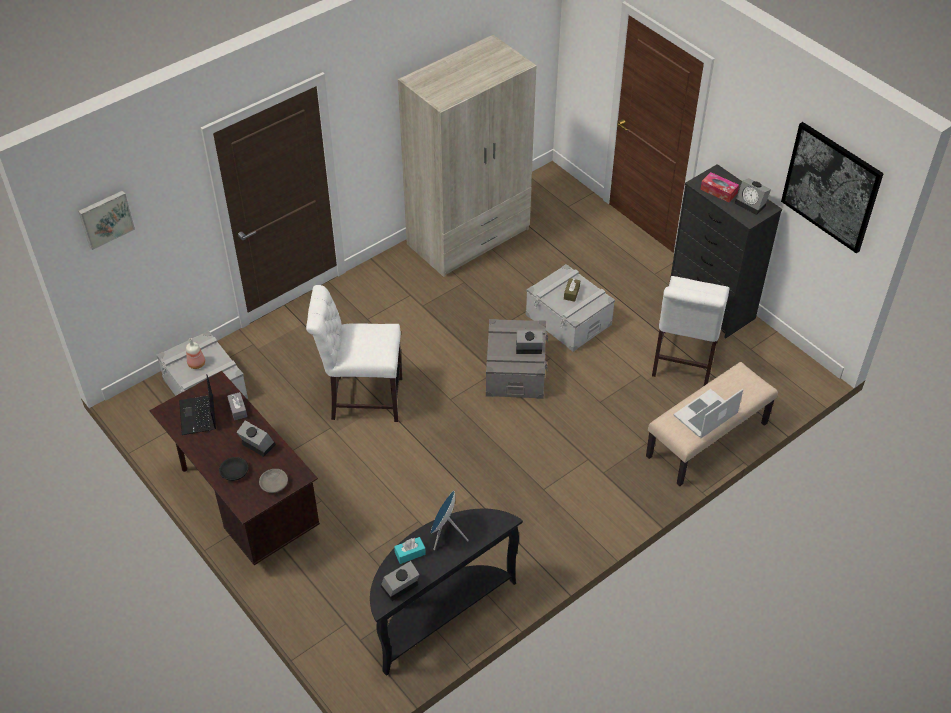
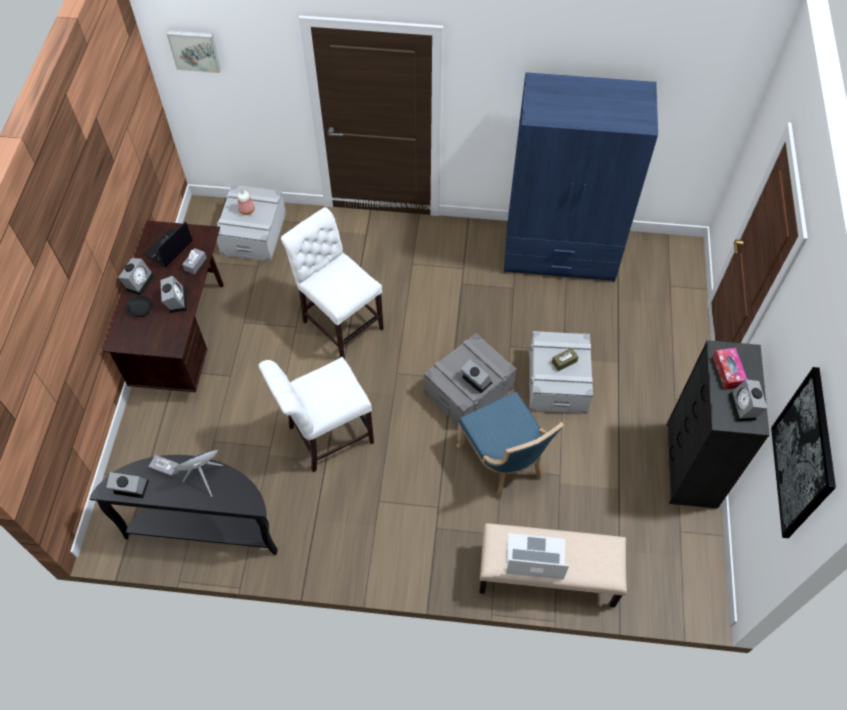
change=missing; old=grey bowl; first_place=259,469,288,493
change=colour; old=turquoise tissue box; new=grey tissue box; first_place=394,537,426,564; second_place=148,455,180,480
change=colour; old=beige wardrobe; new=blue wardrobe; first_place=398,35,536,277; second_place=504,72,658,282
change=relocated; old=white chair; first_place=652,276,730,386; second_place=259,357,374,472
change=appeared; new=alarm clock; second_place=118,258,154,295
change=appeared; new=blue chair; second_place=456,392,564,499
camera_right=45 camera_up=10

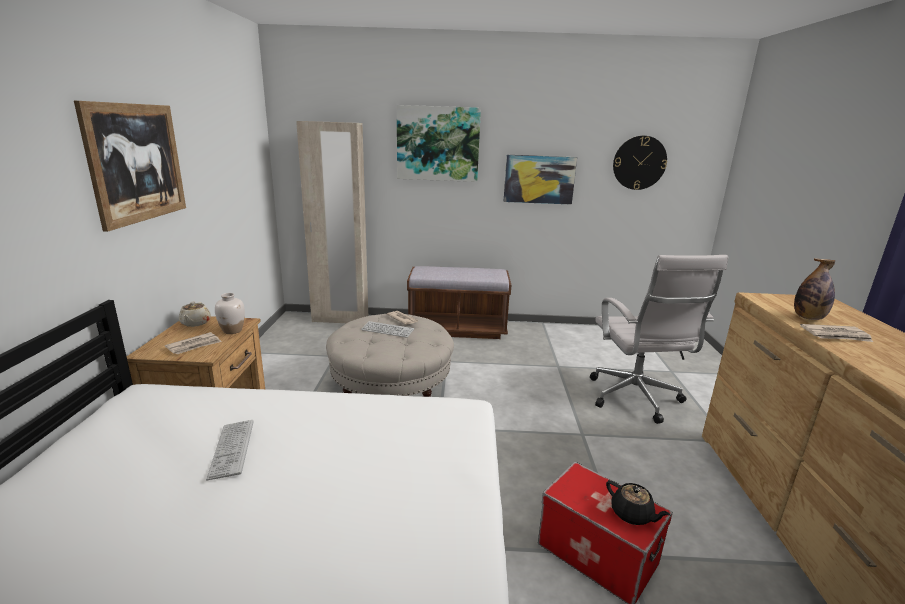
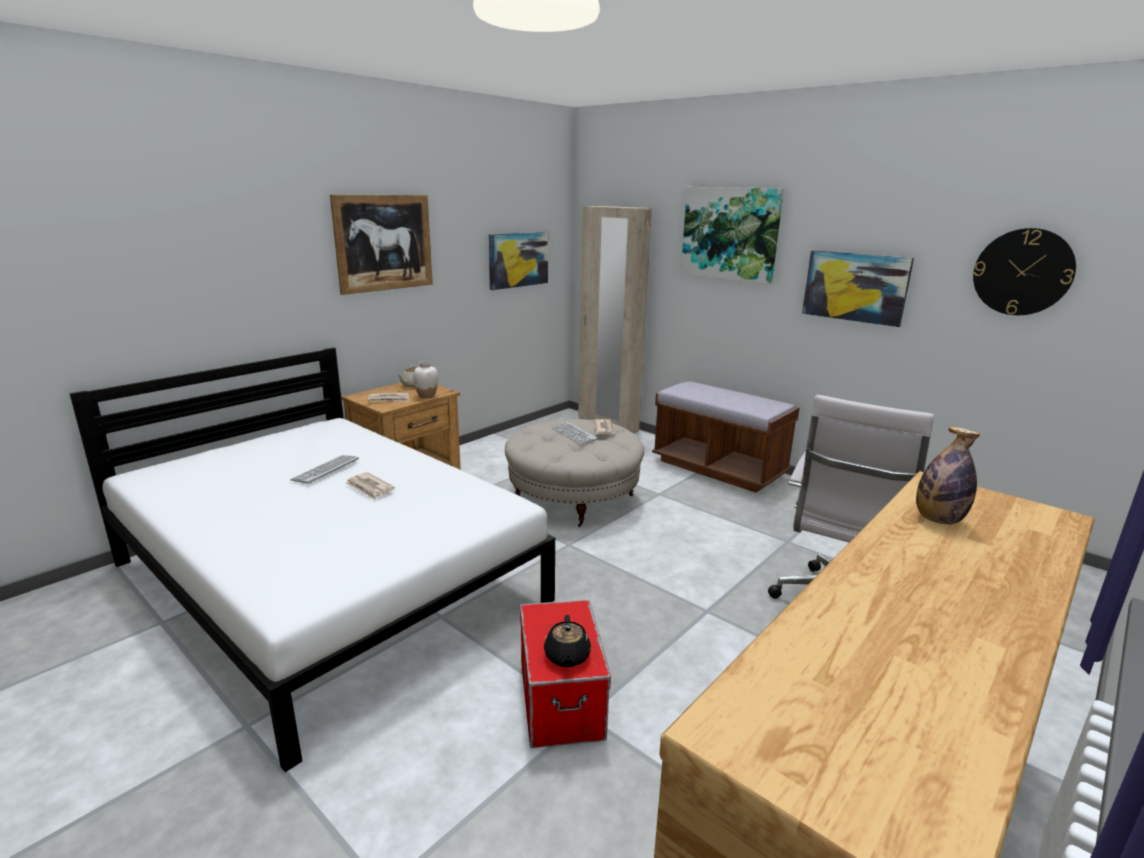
change=relocated; old=newspaper; first_place=800,324,873,342; second_place=345,472,395,499
change=appeared; new=picture; second_place=488,232,548,290
camera_right=40 camera_up=0

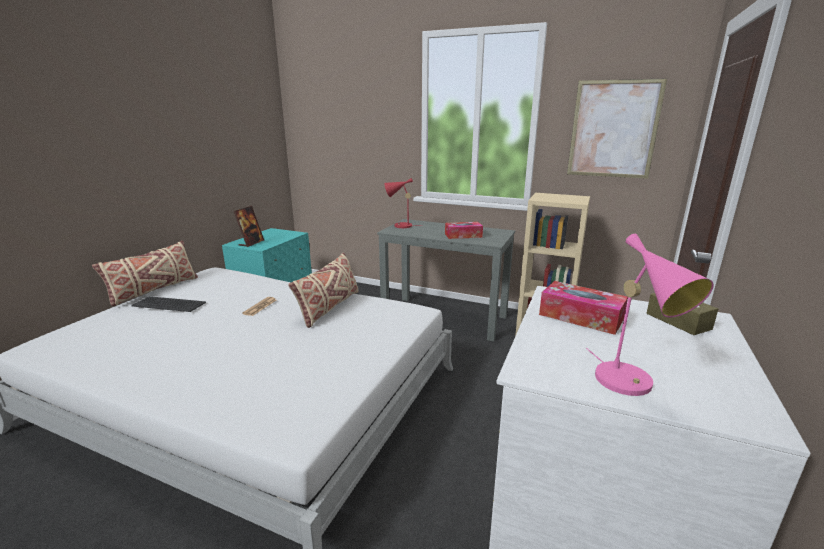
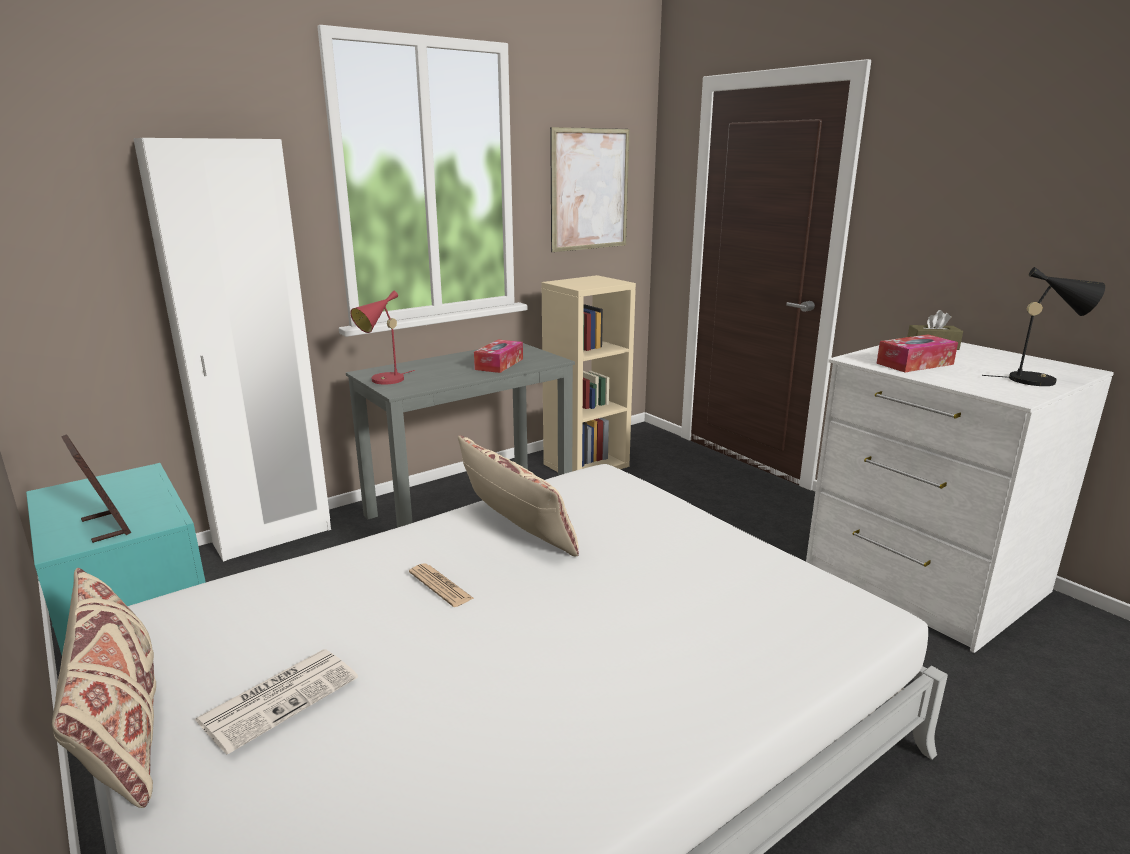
change=exchanged; old=keyboard; new=newspaper; first_place=131,296,206,312; second_place=194,649,358,754
change=colour; old=pink table lamp; new=black table lamp; first_place=586,234,714,396; second_place=982,267,1105,386
change=appeared; new=white wardrobe; second_place=133,138,331,562
camera_right=-60 camera_up=0

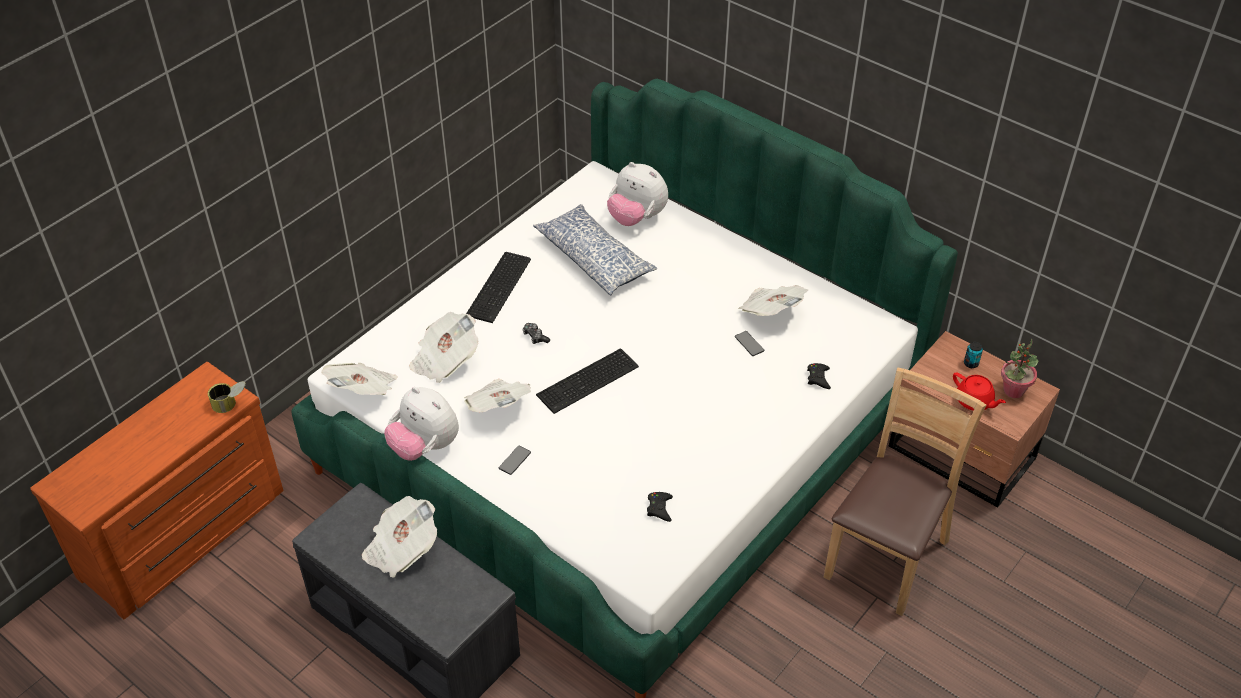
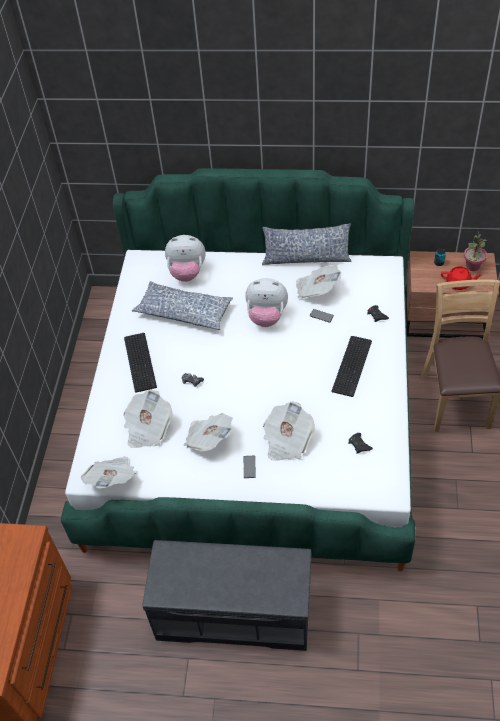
change=missing; old=can; first_place=208,381,246,413
change=relocated; old=newspaper; first_place=362,496,437,578; second_place=263,402,315,461
change=relocated; old=plush toy; first_place=384,387,459,461; second_place=245,278,288,327
change=relocated; old=keyboard; first_place=536,349,639,414; second_place=331,336,372,397
change=appeared; new=pillow; second_place=262,224,352,265
camera_right=-30 camera_up=5

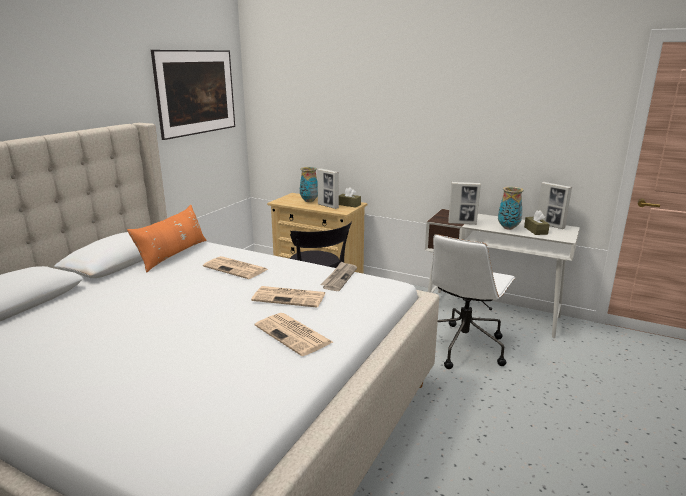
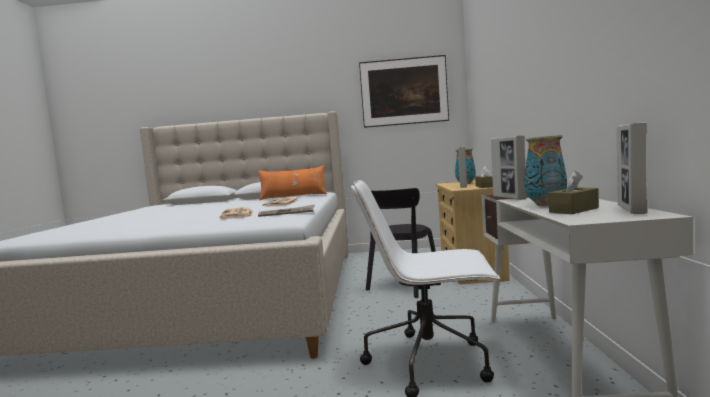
change=missing; old=newspaper; first_place=255,313,333,356
camera_right=65 camera_up=-15

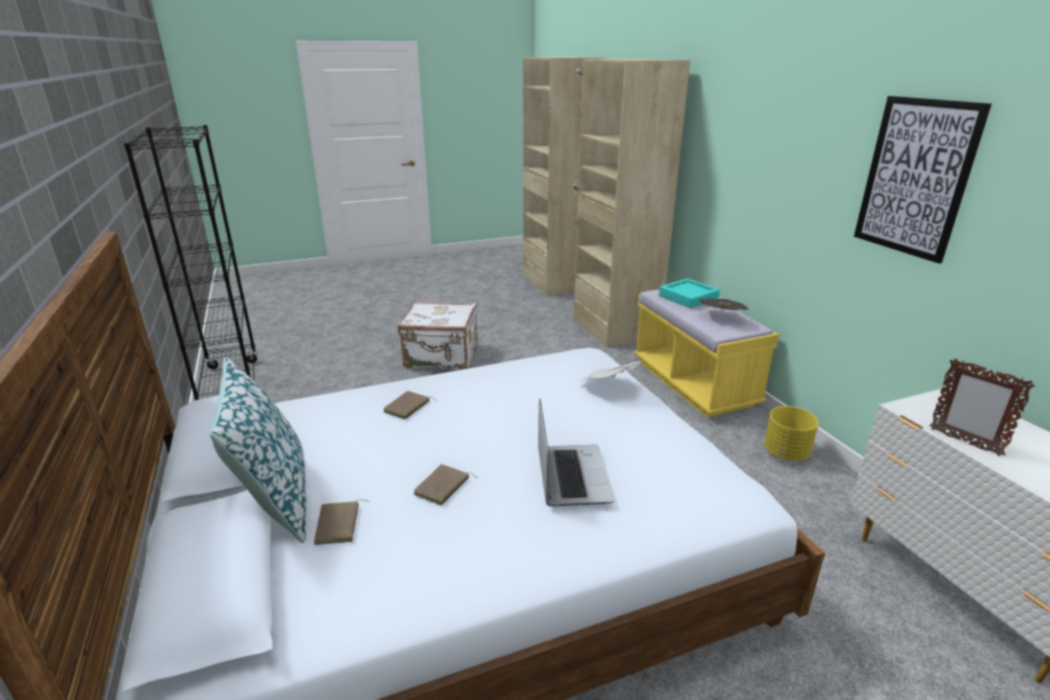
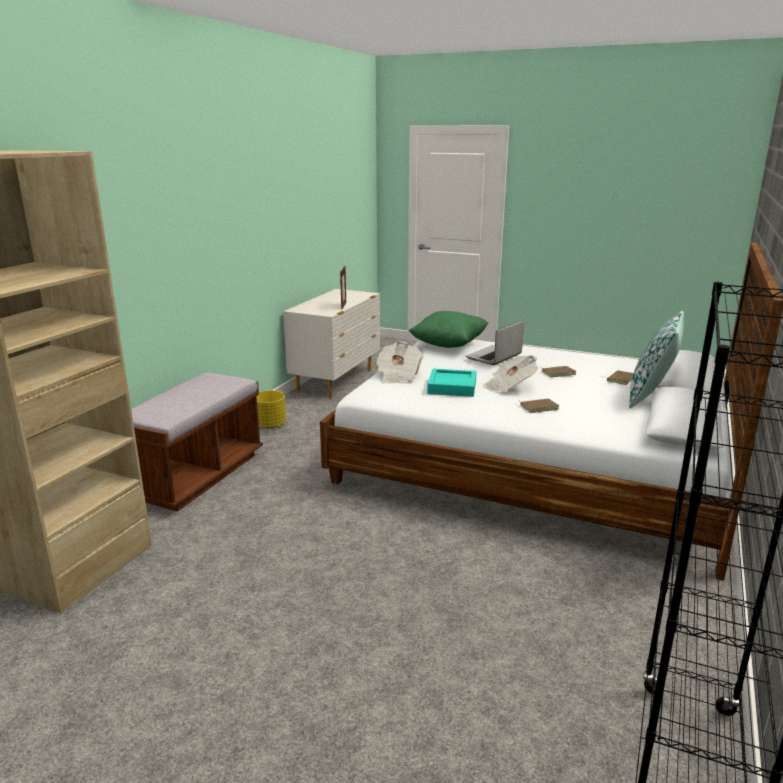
change=missing; old=white suitcase; first_place=398,301,478,369
change=colour; old=yellow bench; new=brown bench; first_place=634,289,779,417; second_place=131,373,263,511
change=relocated; old=turquoise tray; first_place=659,278,720,308; second_place=427,369,477,397
change=relocated; old=newspaper; first_place=699,298,749,310; second_place=483,355,538,392
change=missing; old=picture; first_place=854,96,992,263
change=appeared; new=green pillow; second_place=409,311,488,348
camera_right=-135 camera_up=-5

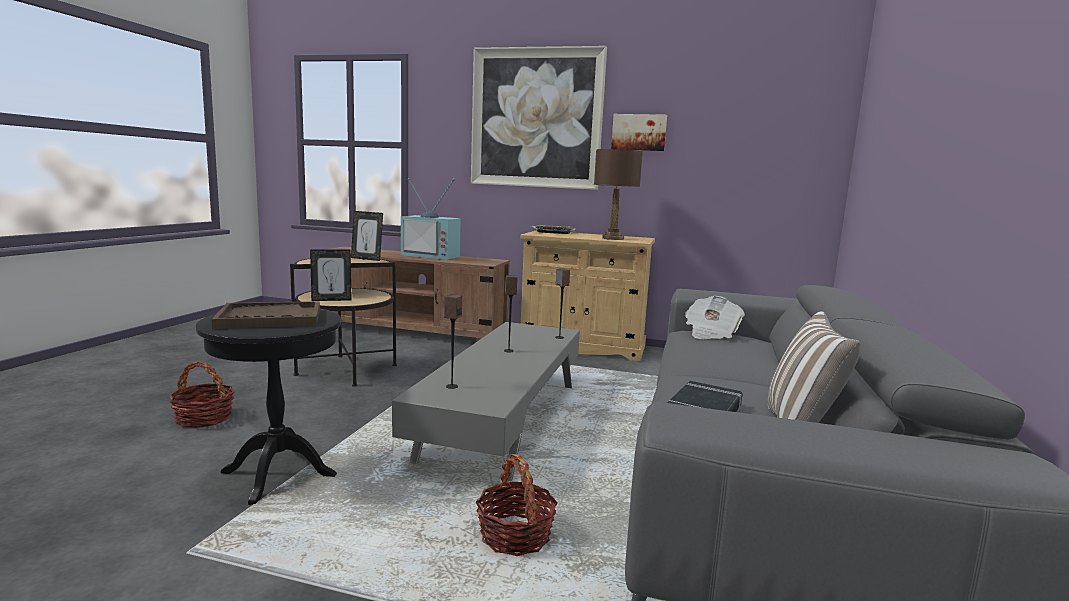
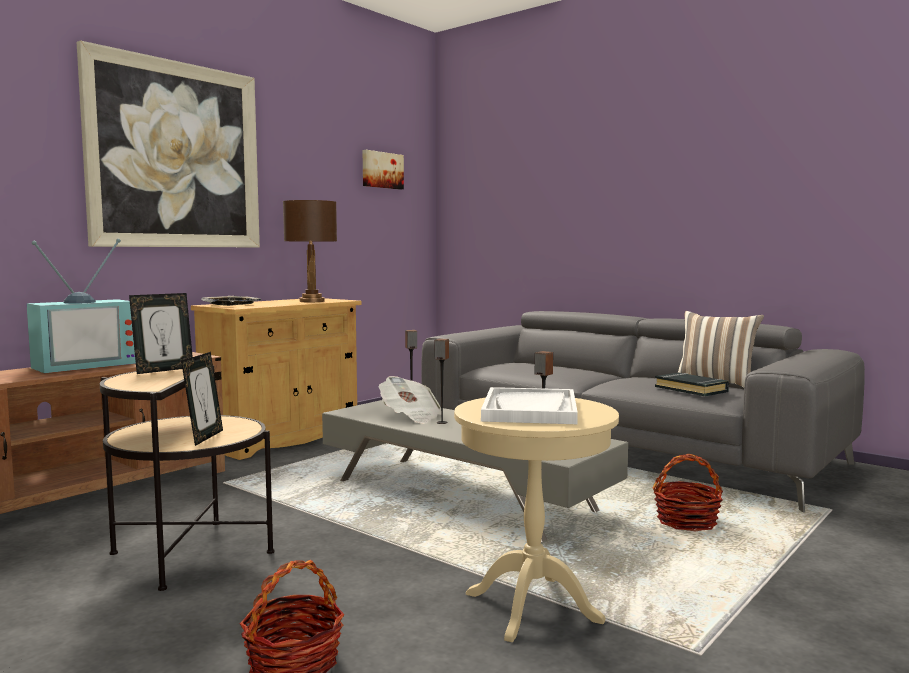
change=colour; old=black side table; new=beige side table; first_place=196,309,341,505; second_place=454,398,619,642
change=colour; old=brown tray; new=white tray; first_place=211,301,320,329; second_place=481,387,578,424
change=relocated; old=picture; first_place=611,114,667,151; second_place=363,150,404,190
change=relocated; old=newspaper; first_place=685,296,745,339; second_place=378,376,441,424
camera_right=-65 camera_up=-5

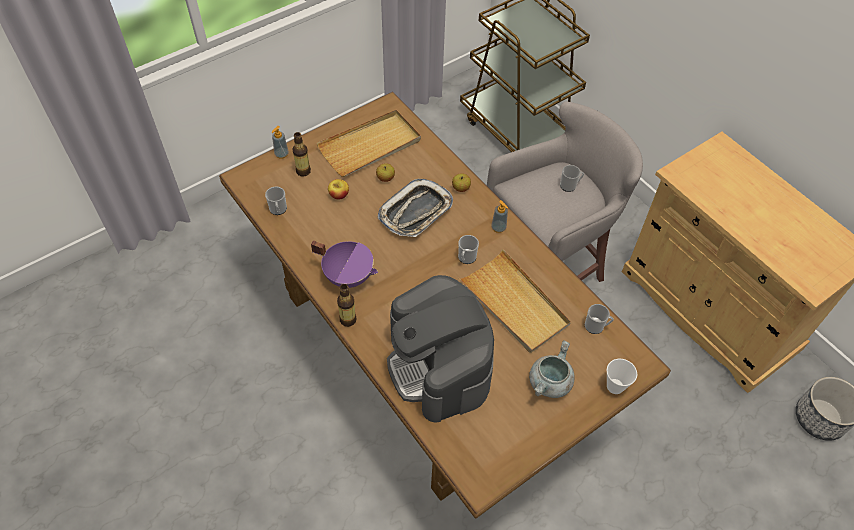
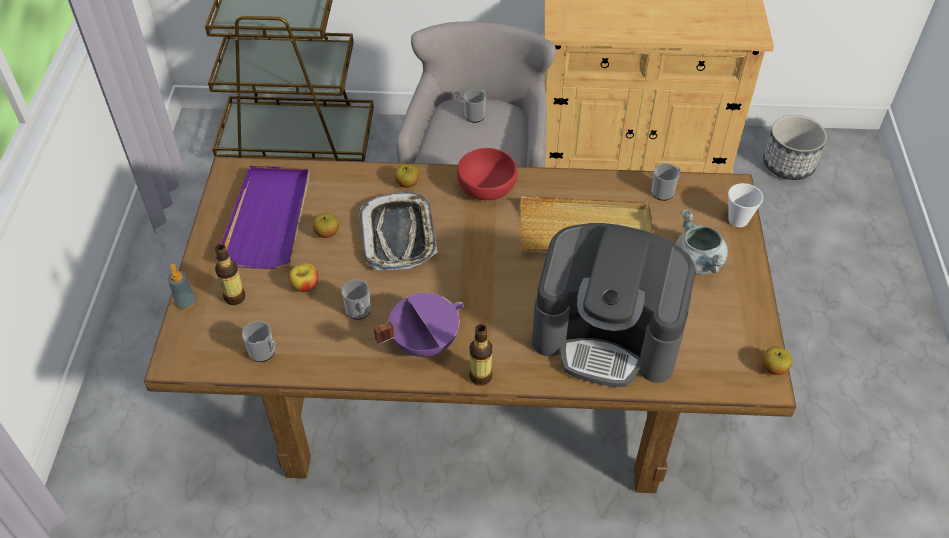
change=colour; old=beige tray; new=purple tray; first_place=317,110,421,177; second_place=215,166,310,269
change=relocated; old=mug; first_place=458,235,479,264; second_place=341,279,371,320
change=exchanged; old=soap dispenser; new=red bowl; first_place=491,200,508,233; second_place=457,148,518,200
change=appeared; new=apple; second_place=762,347,792,375
camera_right=-50 camera_up=-5

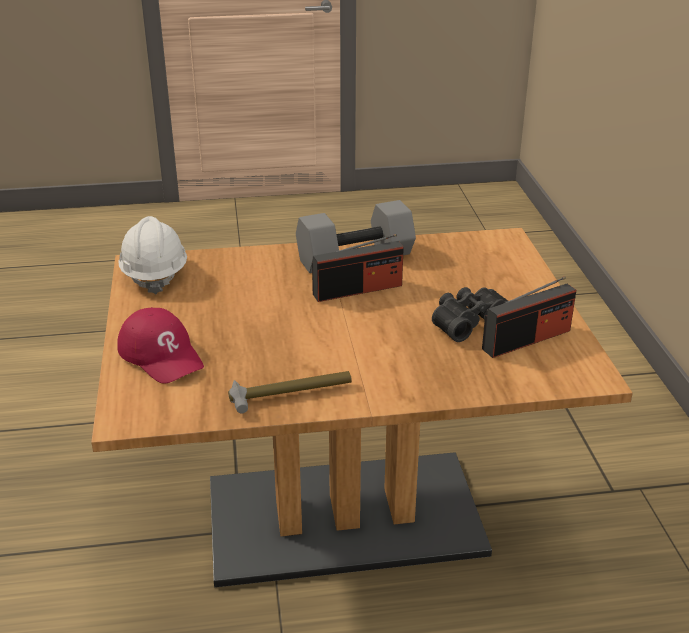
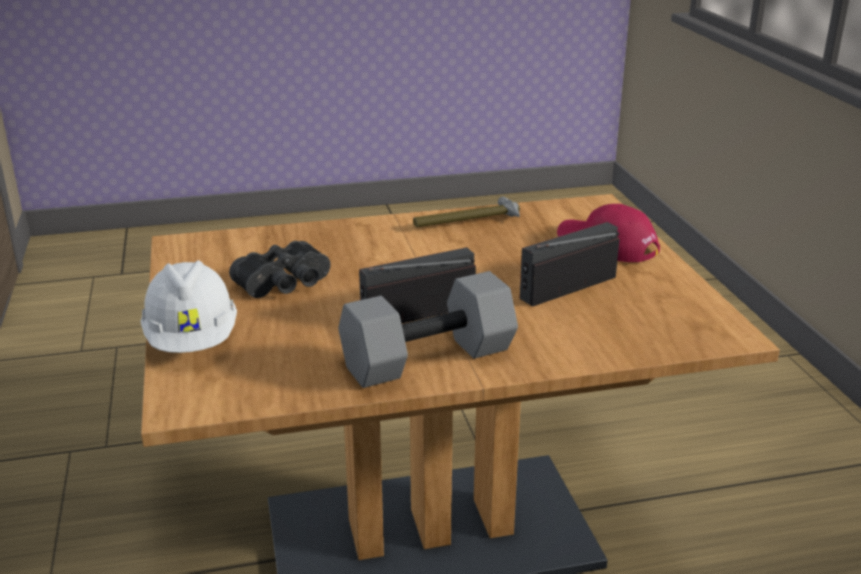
change=relocated; old=white hard hat; first_place=118,216,187,295; second_place=140,260,237,353
change=relocated; old=radio; first_place=482,276,576,358; second_place=520,222,619,307
camera_right=175 camera_up=-5

